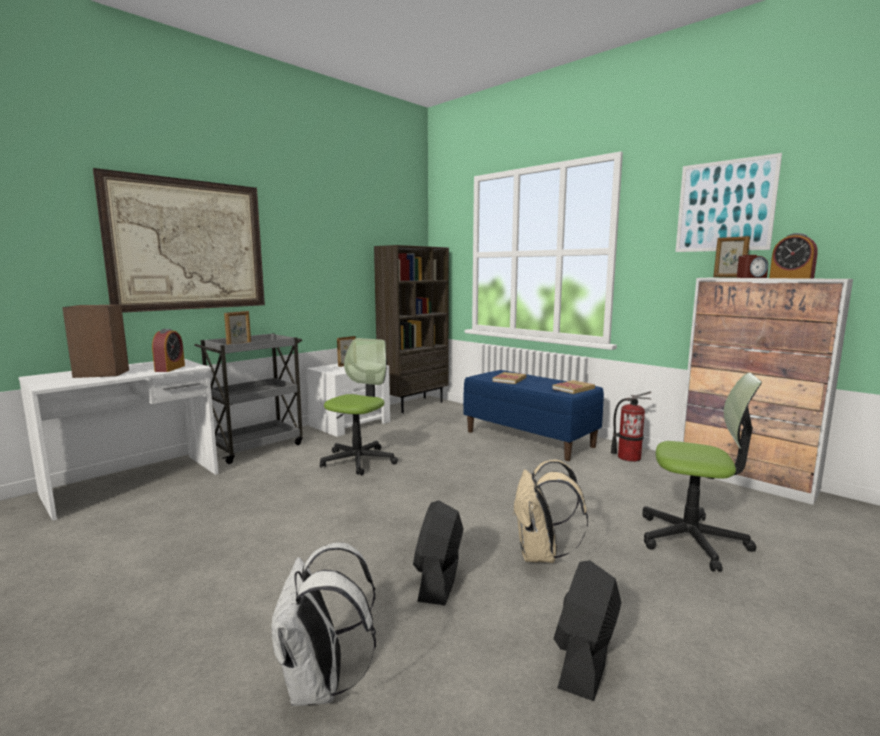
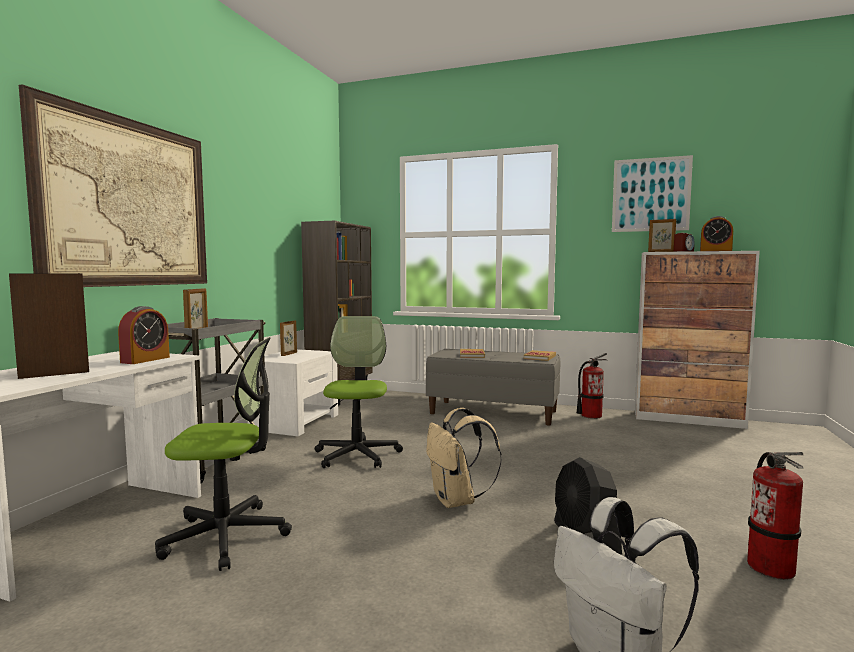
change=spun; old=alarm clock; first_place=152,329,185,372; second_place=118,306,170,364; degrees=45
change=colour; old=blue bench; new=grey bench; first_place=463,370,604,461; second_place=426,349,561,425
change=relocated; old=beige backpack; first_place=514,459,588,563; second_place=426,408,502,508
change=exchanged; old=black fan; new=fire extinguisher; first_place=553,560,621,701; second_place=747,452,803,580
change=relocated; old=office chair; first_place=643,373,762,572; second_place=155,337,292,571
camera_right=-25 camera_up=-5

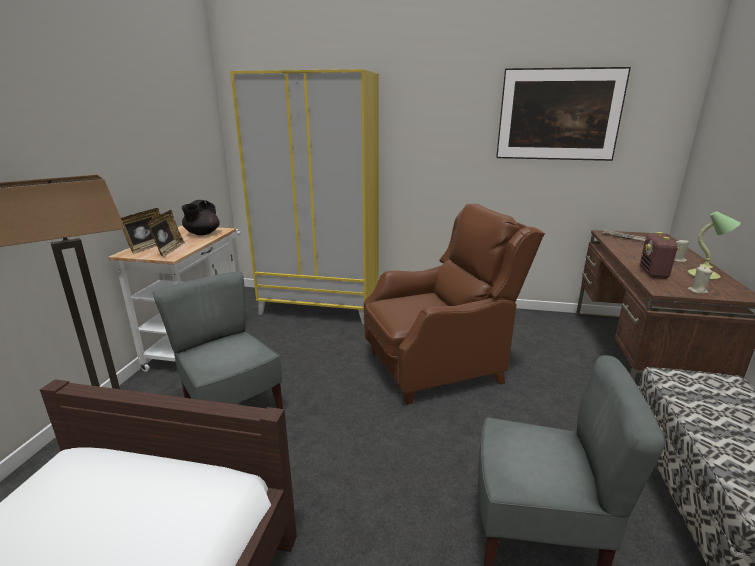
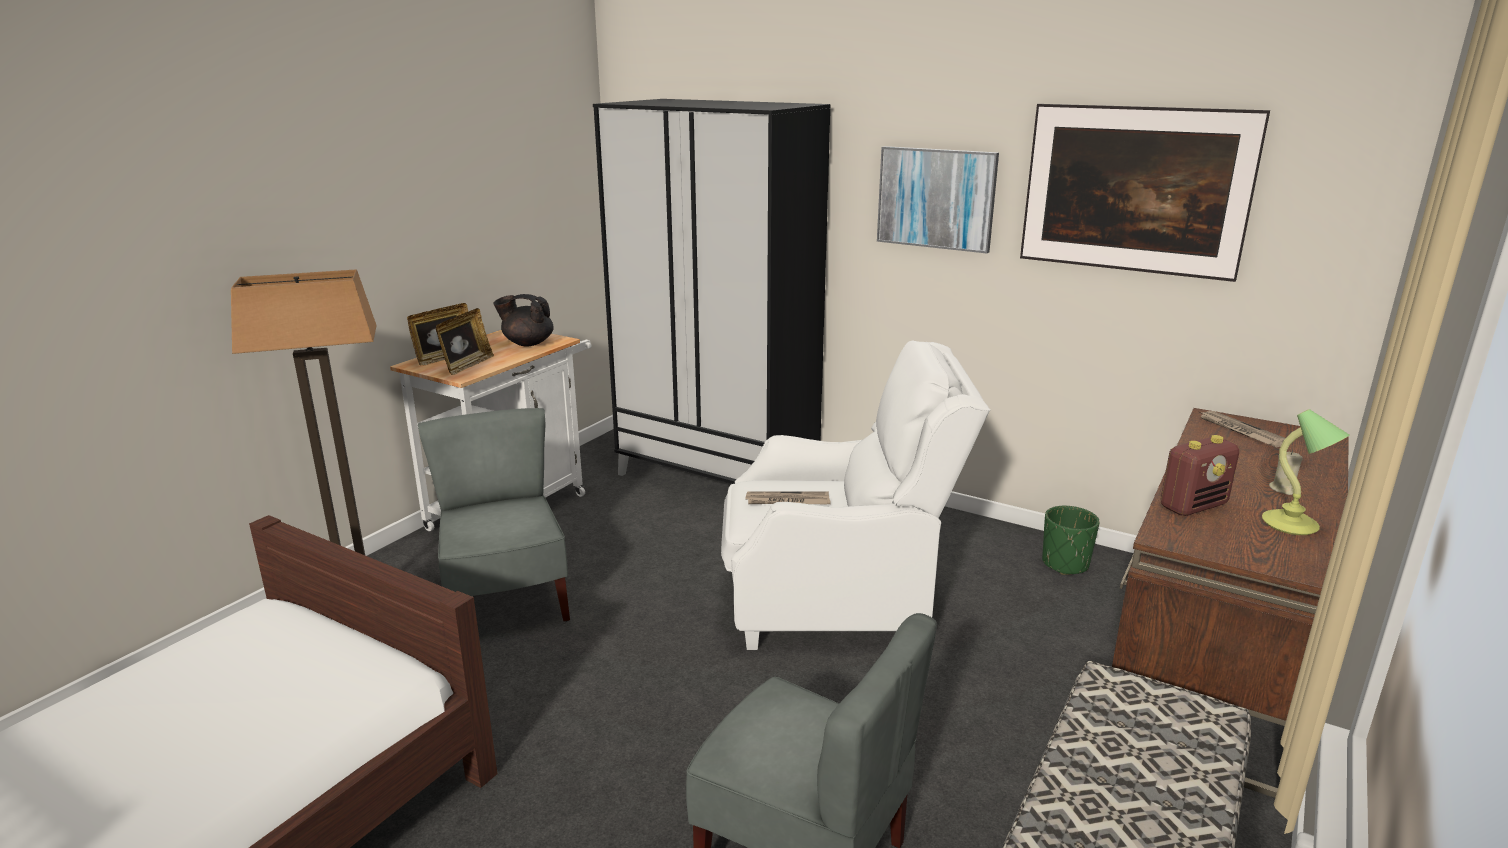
change=spun; old=black teapot; first_place=182,200,220,235; second_place=493,294,554,347; degrees=60
change=colour; old=yellow wardrobe; new=black wardrobe; first_place=230,69,379,324; second_place=593,99,831,484
change=colour; old=brown armchair; new=white armchair; first_place=364,204,545,405; second_place=721,340,990,650
change=spun; old=radio; first_place=640,232,680,279; second_place=1161,435,1239,516; degrees=-150
change=missing; old=beige candle; first_place=688,266,712,294
change=appeared; new=newspaper; second_place=745,491,831,505
change=appeared; new=picture; second_place=877,146,999,253
change=appeared; new=green planter; second_place=1042,506,1100,575
camera_right=20 camera_up=0

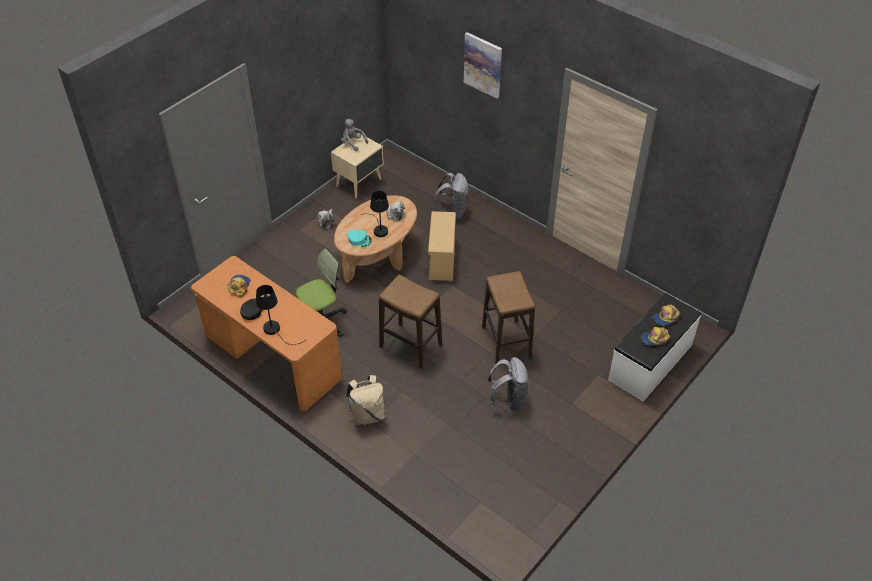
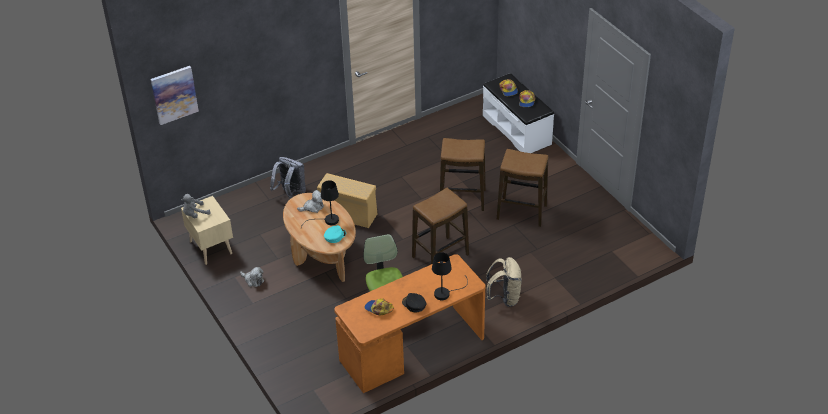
change=relocated; old=picture; first_place=464,32,502,99; second_place=151,66,199,125
change=exchanged; old=grey backpack; new=stool; first_place=488,357,529,411; second_place=497,149,548,227
camera_right=-70 camera_up=-5

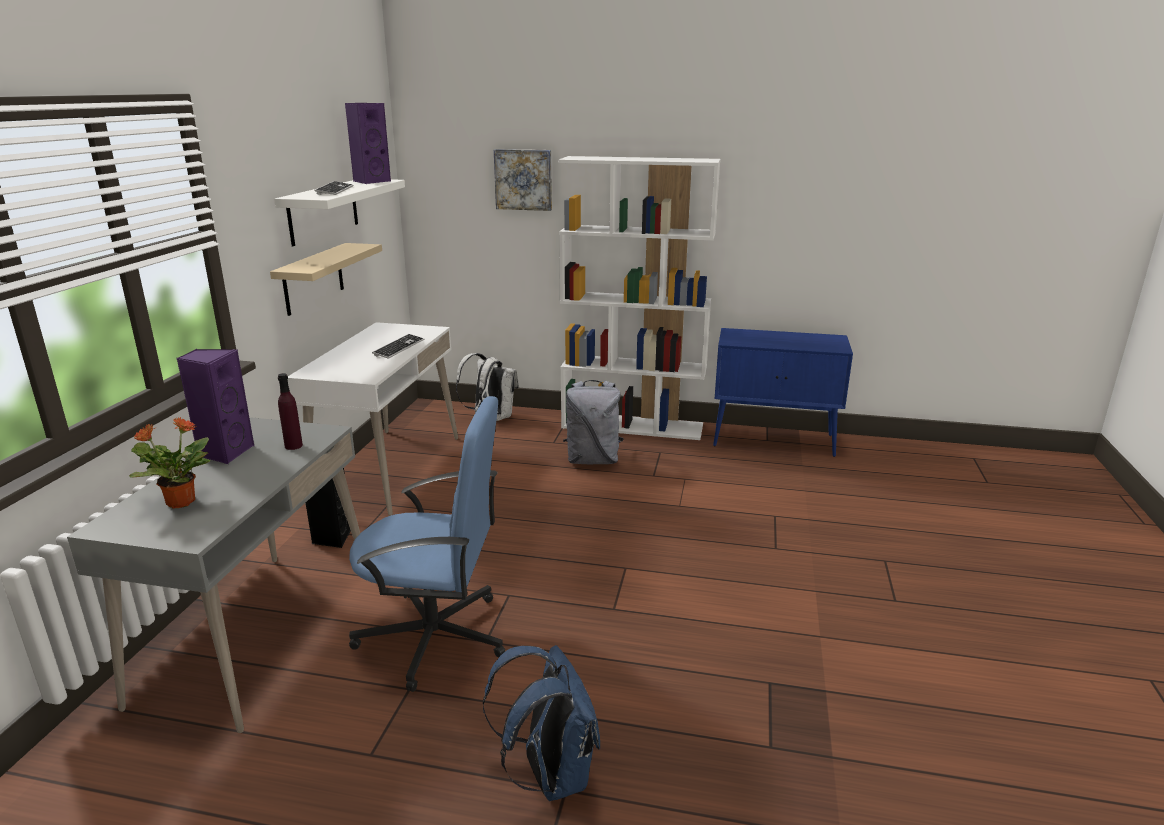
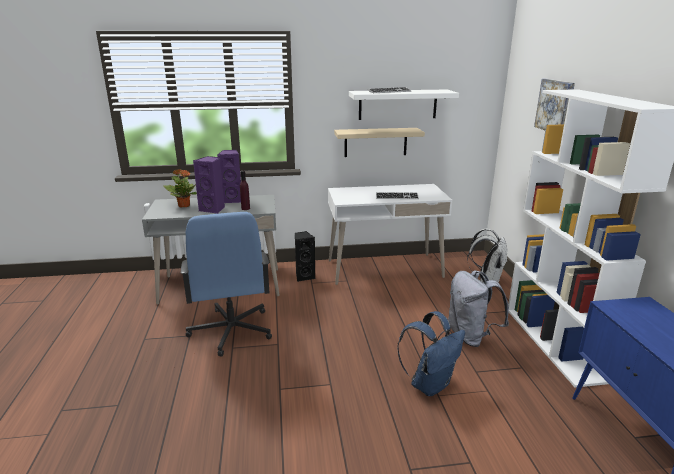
change=relocated; old=purple speaker; first_place=345,103,391,184; second_place=193,156,225,214
change=relocated; old=blue backpack; first_place=483,645,600,801; second_place=397,311,465,396
camera_right=70 camera_up=0

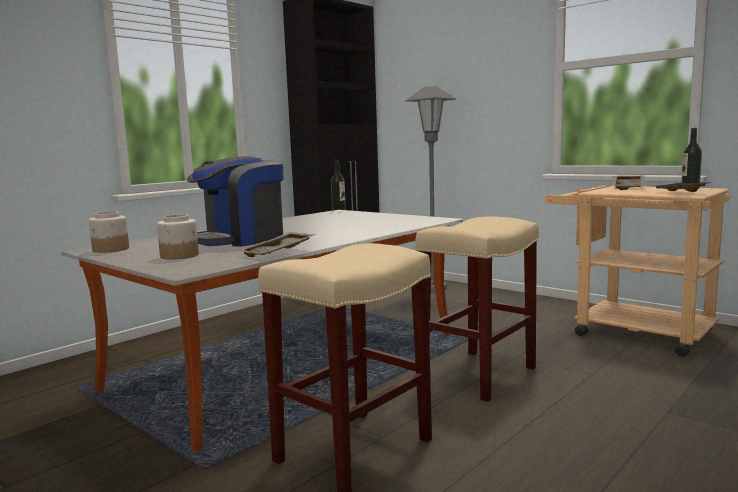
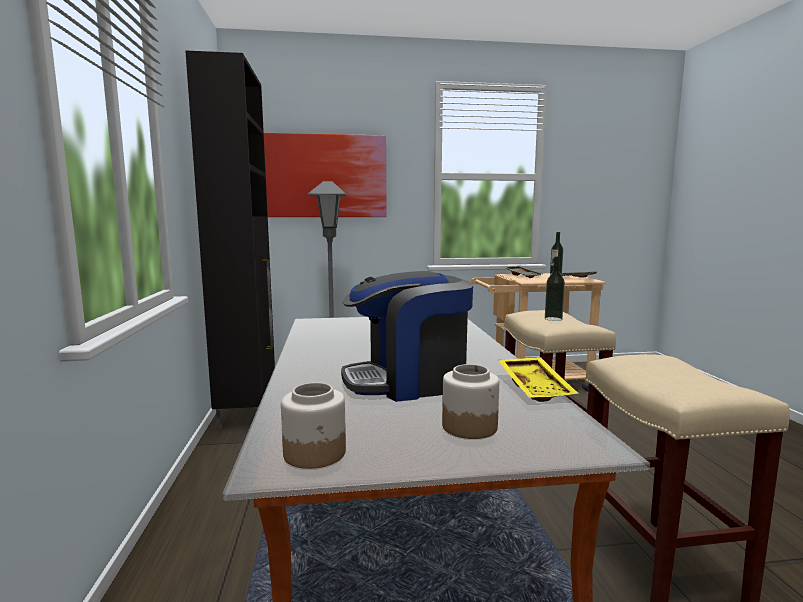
change=spun; old=coffee machine; first_place=187,156,283,247; second_place=341,271,473,402; degrees=75
change=colour; old=grey tray; new=yellow tray; first_place=238,232,315,257; second_place=498,357,578,402
change=relocated; old=bottle; first_place=331,161,346,212; second_place=545,256,565,321
change=appeared; new=picture; second_place=264,133,387,217
camera_right=-50 camera_up=0

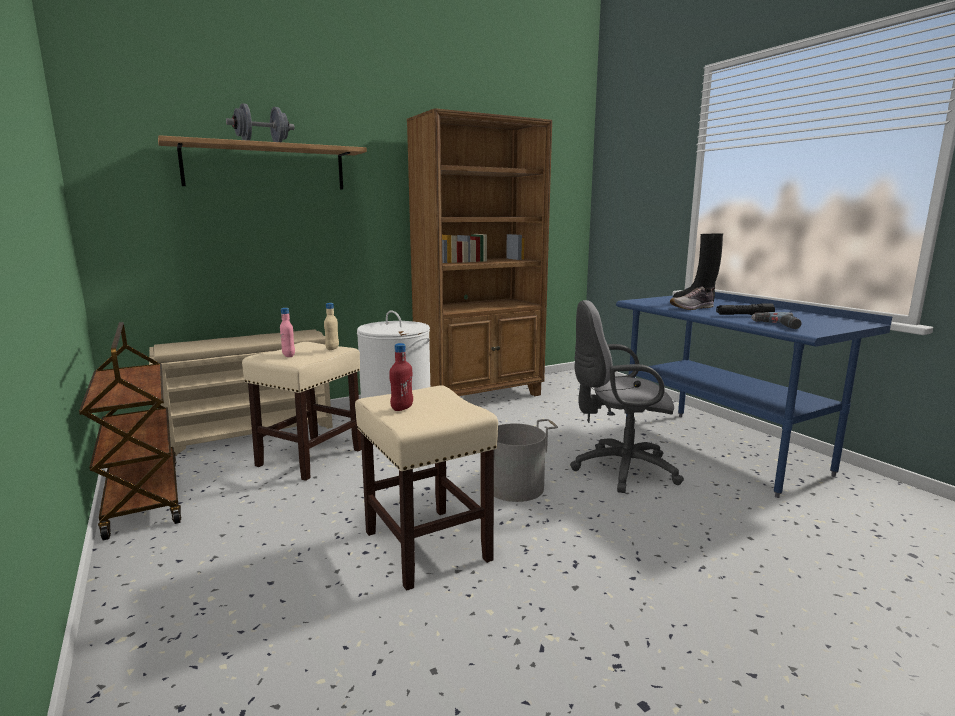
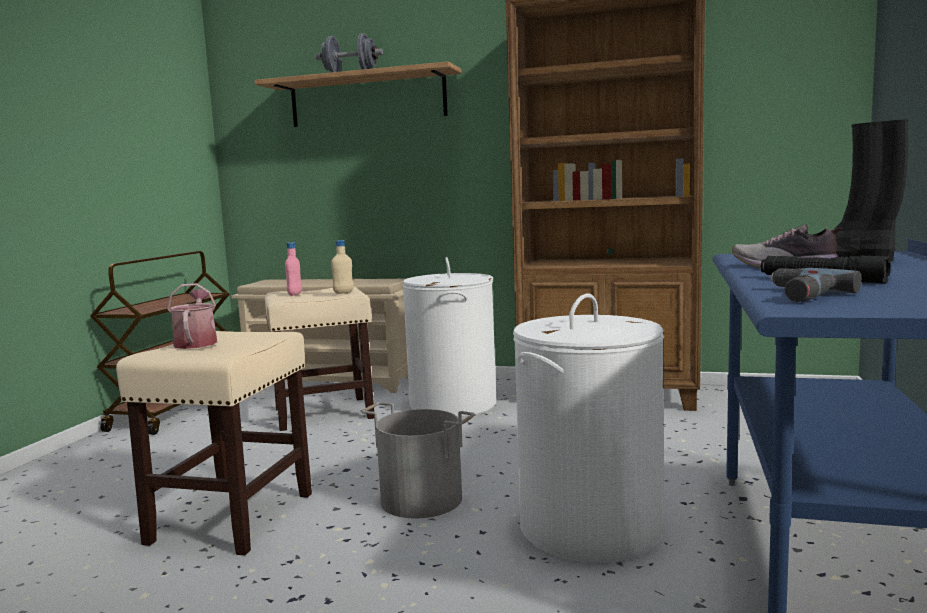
change=exchanged; old=red bottle; new=watering can; first_place=389,343,413,411; second_place=167,283,217,349
change=exchanged; old=grey office chair; new=white laundry basket; first_place=570,300,684,493; second_place=513,294,664,563
camera_right=45 camera_up=-5

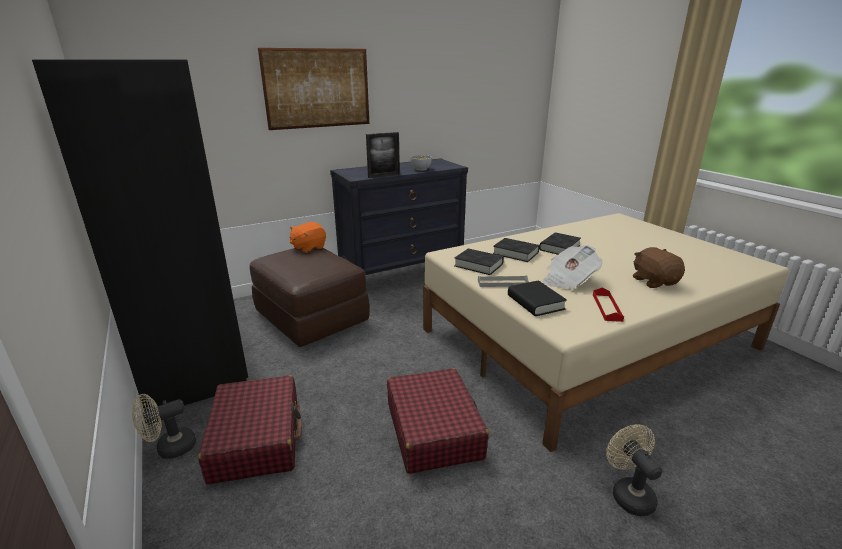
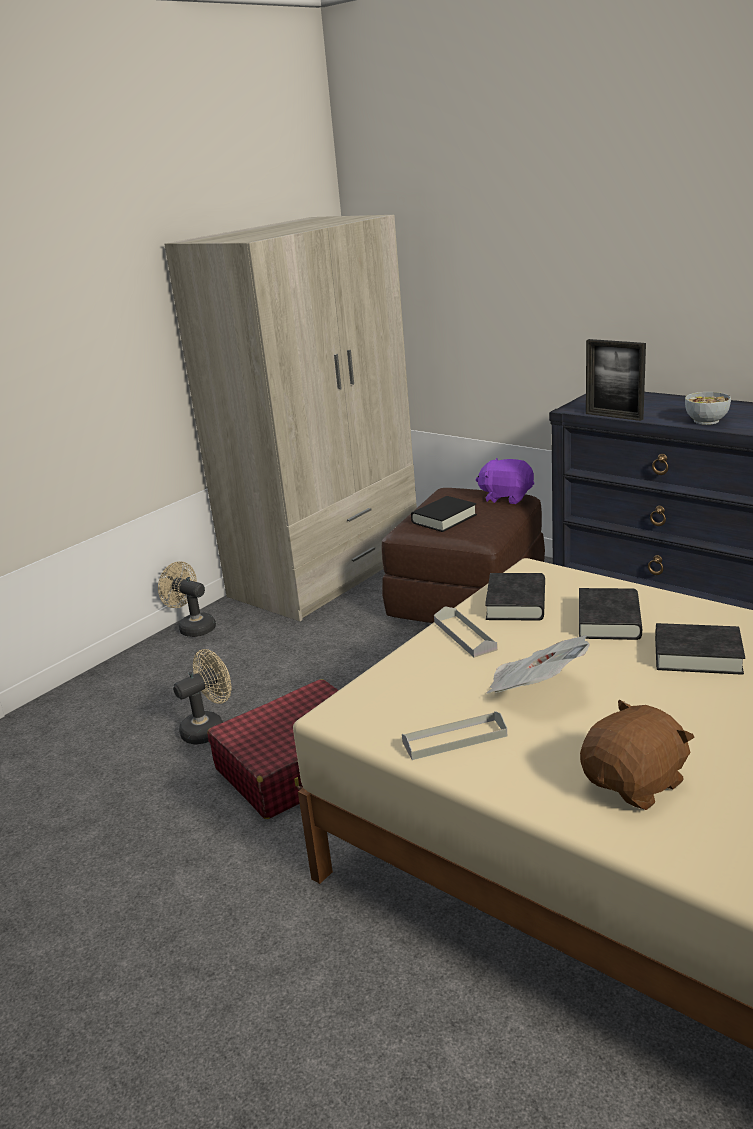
change=colour; old=black wardrobe; new=beige wardrobe; first_place=32,59,248,411; second_place=165,215,417,621
change=missing; old=red suitcase; first_place=198,375,302,484
change=missing; old=picture; first_place=258,48,369,130
change=colour; old=orange plush toy; new=purple plush toy; first_place=290,222,326,253; second_place=475,458,534,504
change=relocated; old=black book; first_place=508,280,567,316; second_place=411,496,477,532
change=colour; old=red tray; new=grey tray; first_place=593,288,624,322; second_place=402,711,507,760
change=relocated; old=beige fan; first_place=606,424,662,516; second_place=173,649,231,745
camera_right=70 camera_up=0

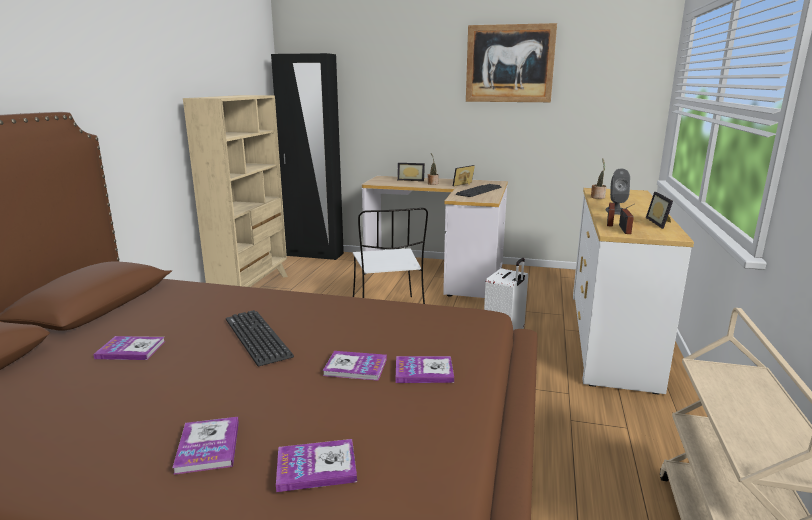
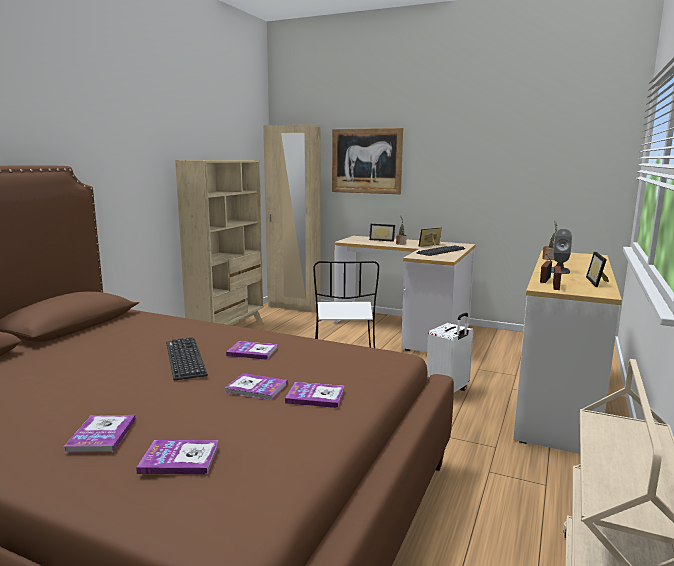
change=relocated; old=book; first_place=93,336,165,360; second_place=226,341,278,360
change=colour; old=black wardrobe; new=beige wardrobe; first_place=271,53,344,260; second_place=263,124,321,312
change=relocated; old=picture; first_place=466,23,557,102; second_place=332,128,403,194
camera_right=10 camera_up=-5

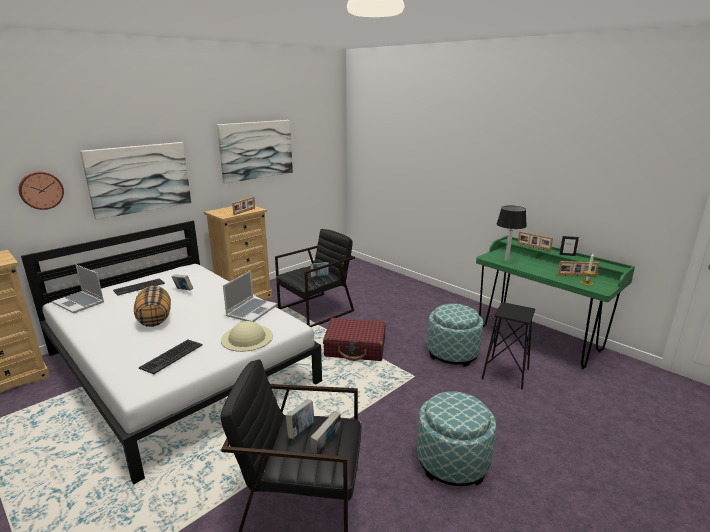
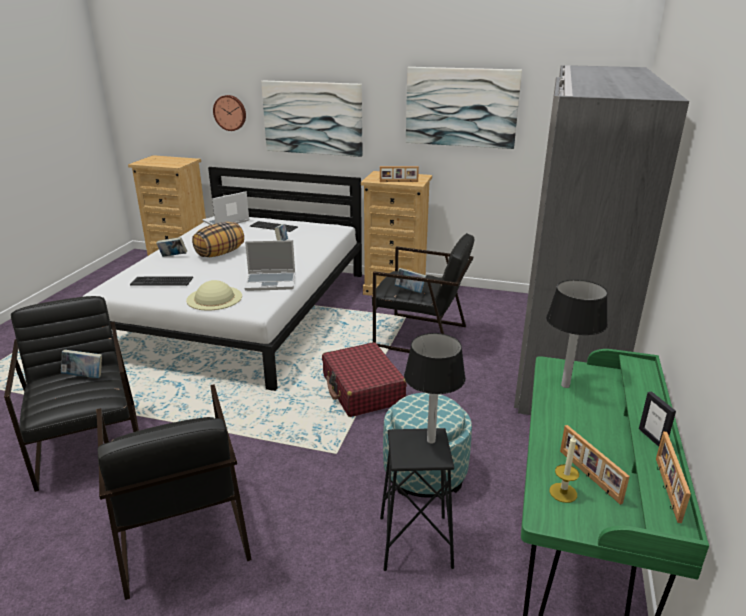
change=spun; old=laptop; first_place=52,264,104,314; second_place=202,191,250,225; degrees=45
change=relocated; old=book; first_place=310,410,341,454; second_place=156,237,187,257
change=exchanged; old=ottoman; new=black armchair; first_place=417,391,496,486; second_place=96,384,252,600
change=relocated; old=picture frame; first_place=517,231,553,251; second_place=656,431,691,523
change=appeared; new=table lamp; second_place=404,333,466,444
change=appeared; new=grey wardrobe; second_place=514,65,689,415
camera_right=60 camera_up=5

